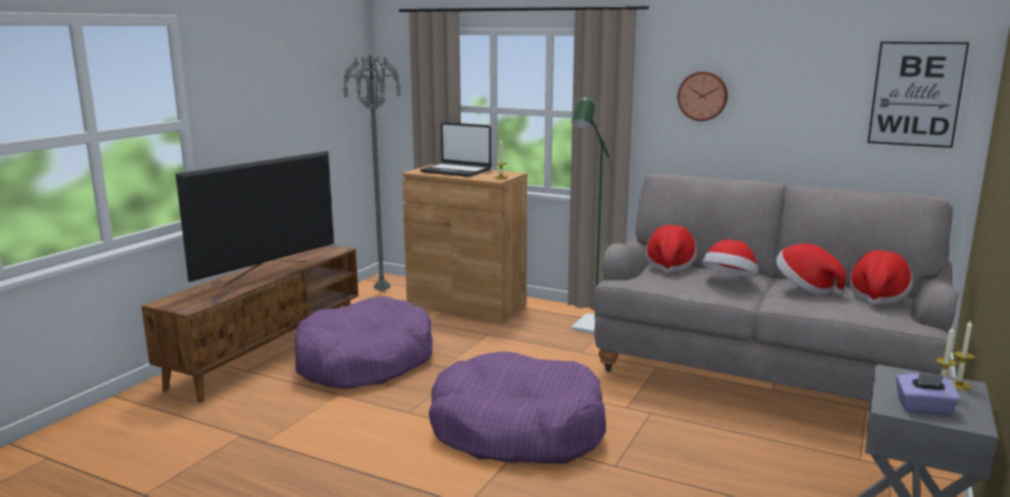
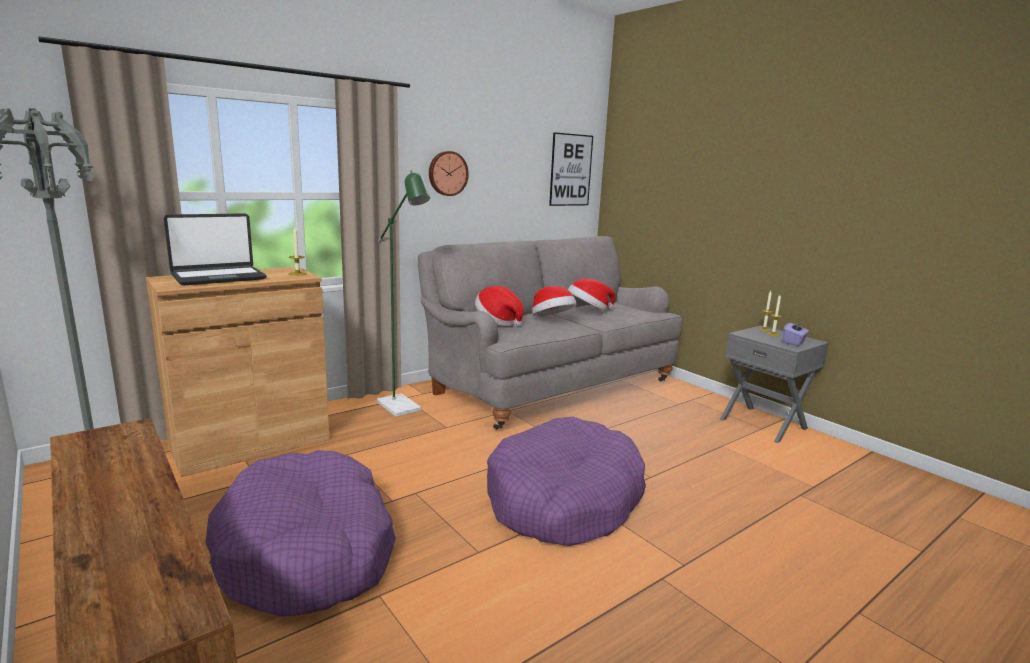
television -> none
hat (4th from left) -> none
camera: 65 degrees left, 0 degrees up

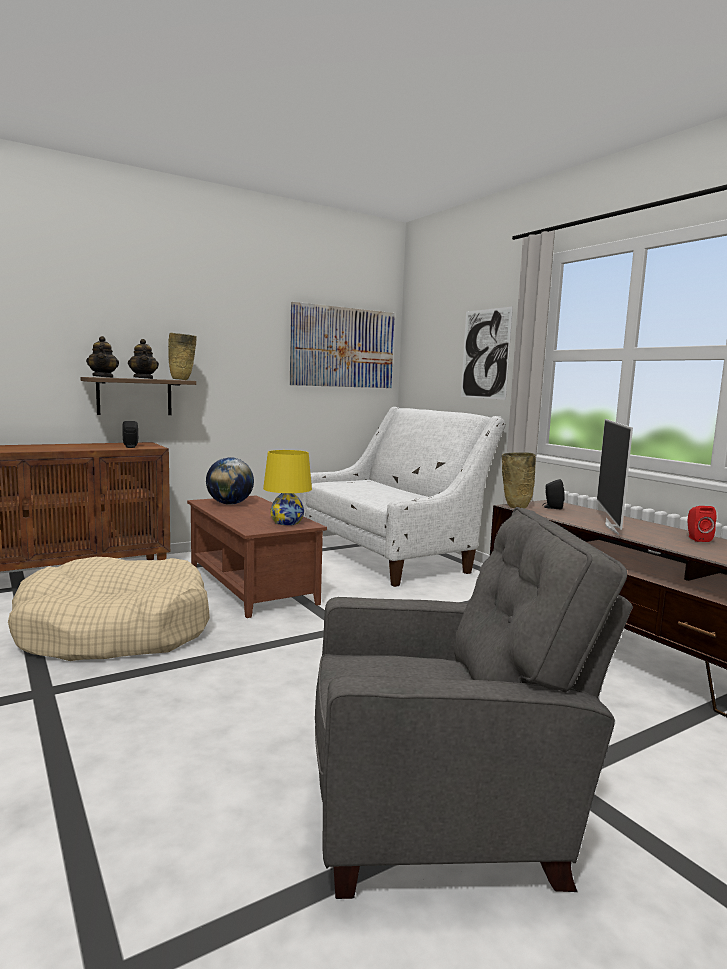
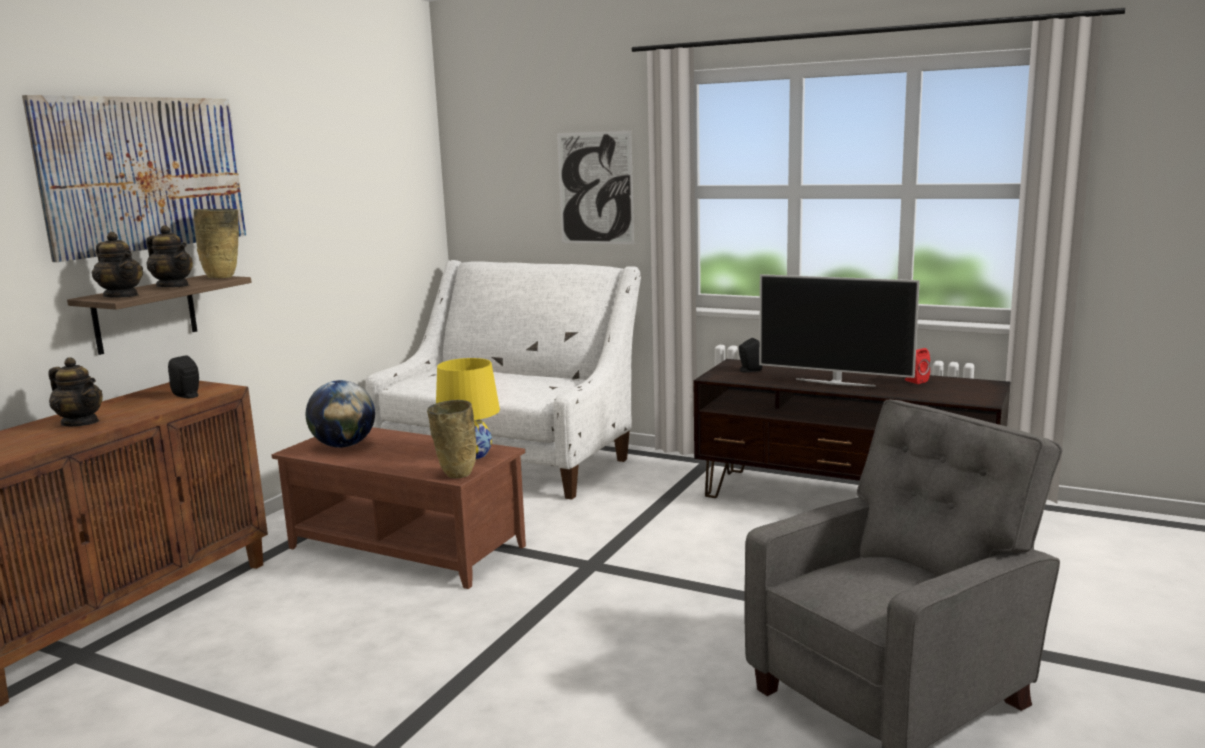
picture (1st from left), move
television, 45 degrees counterclockwise
vase/beige (2nd from left), move
dog bed/beige -> none
none -> teapot (1st from left)
camera: 30 degrees left, 5 degrees up

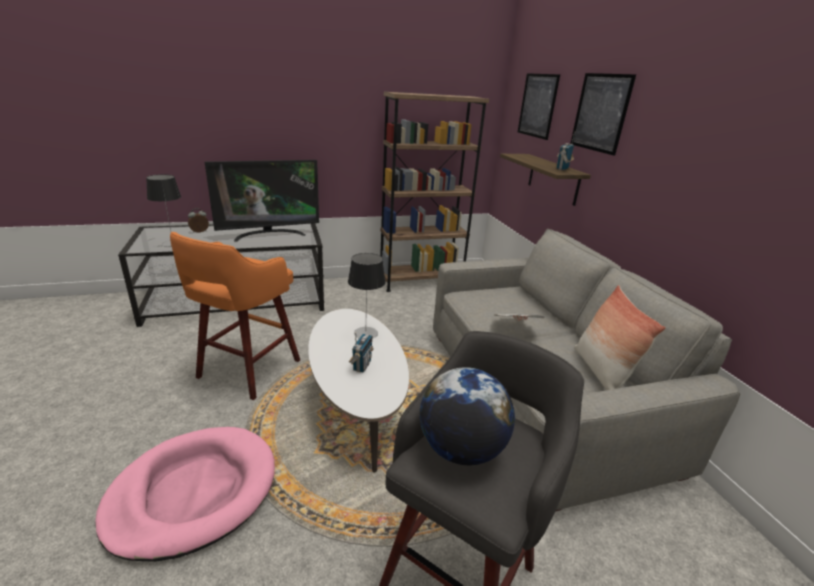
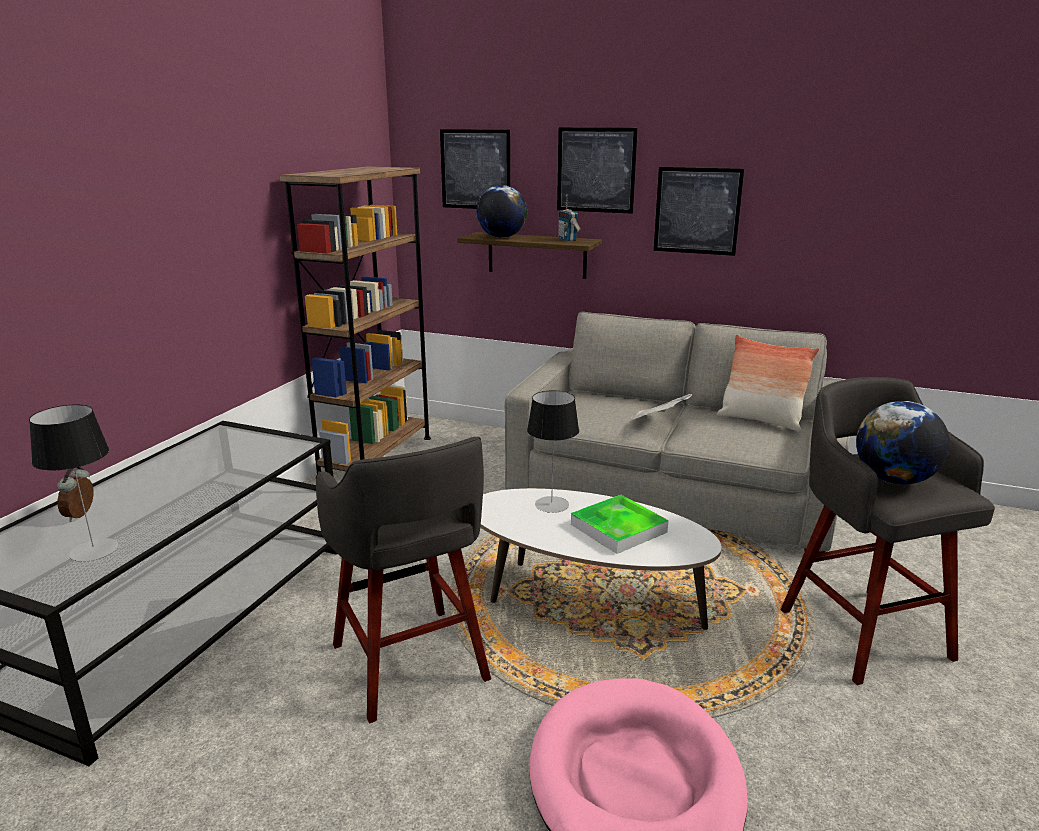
television -> none
stool/orange -> stool/grey (1st from left)
radio (1st from left) -> tray
none -> picture (3rd from left)
none -> globe (1st from left)
camera: 50 degrees left, 5 degrees down

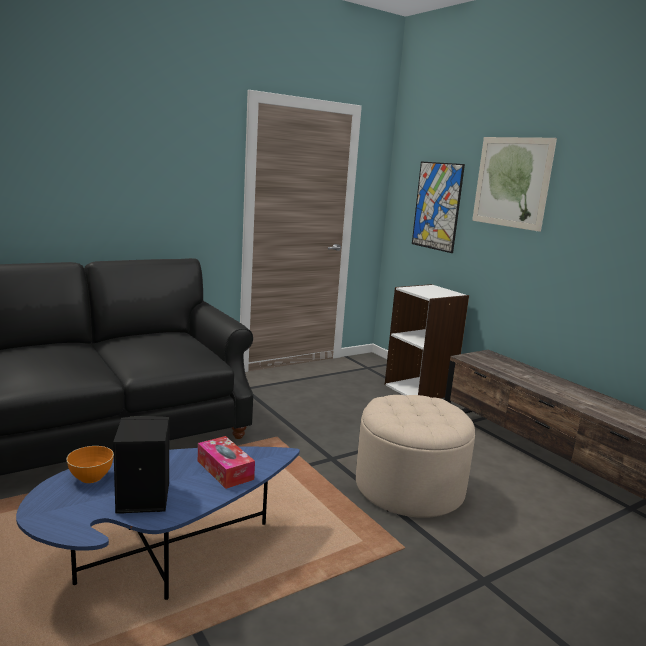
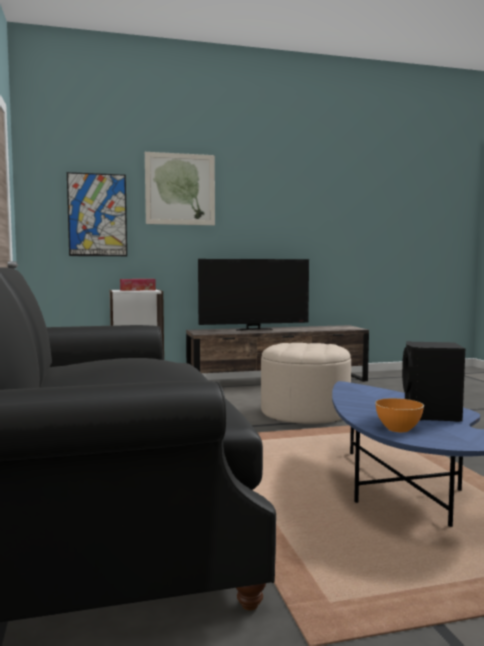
tissue box, move
none -> television
camera: 70 degrees left, 10 degrees down

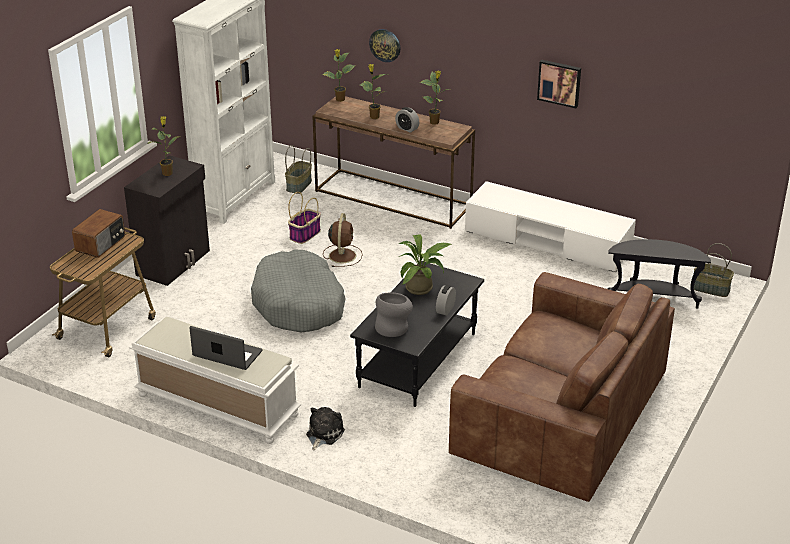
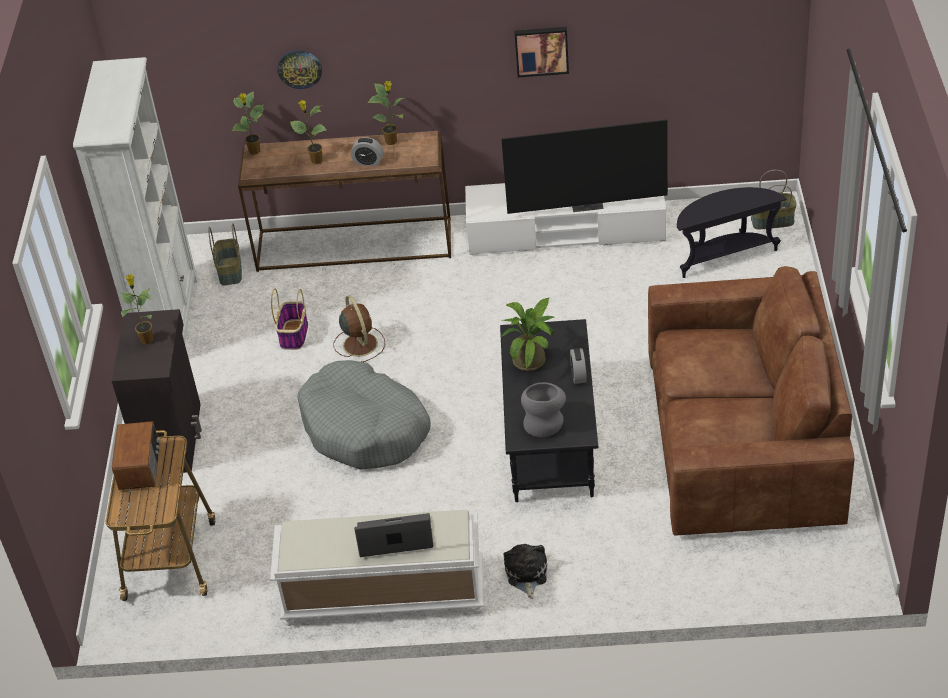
none -> television
camera: 25 degrees left, 10 degrees up

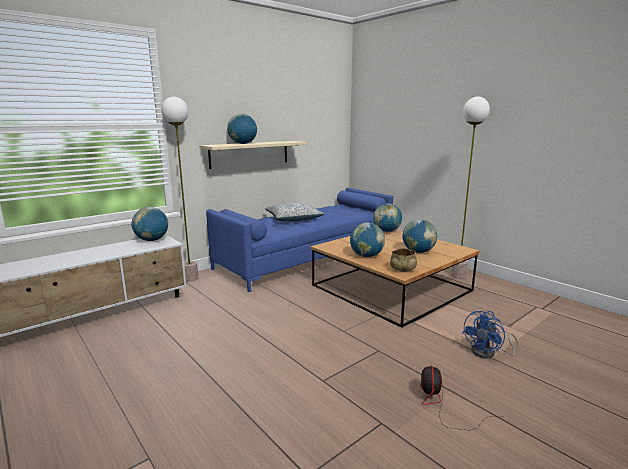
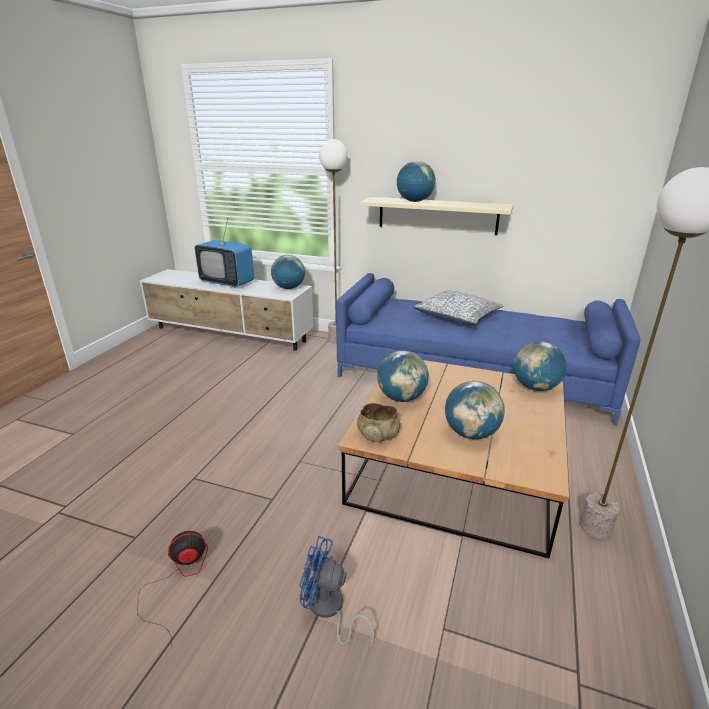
none -> television
camera: 60 degrees right, 10 degrees up

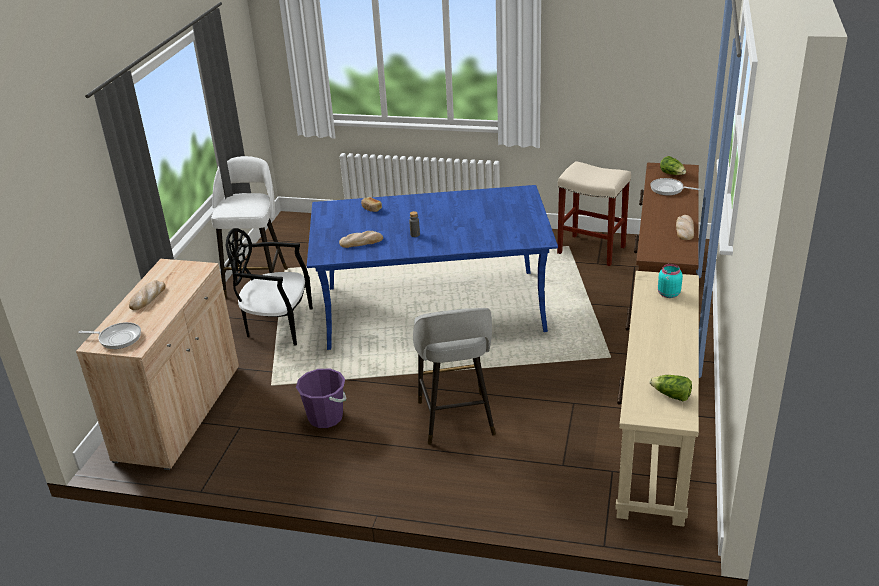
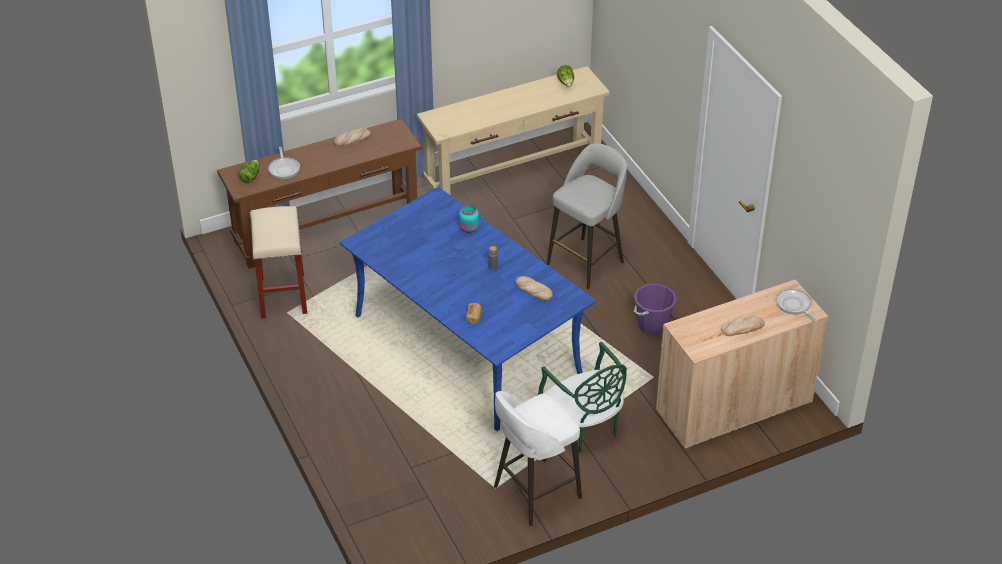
chair/black -> chair/green
jar/turquoise, move
camera: 130 degrees left, 10 degrees up

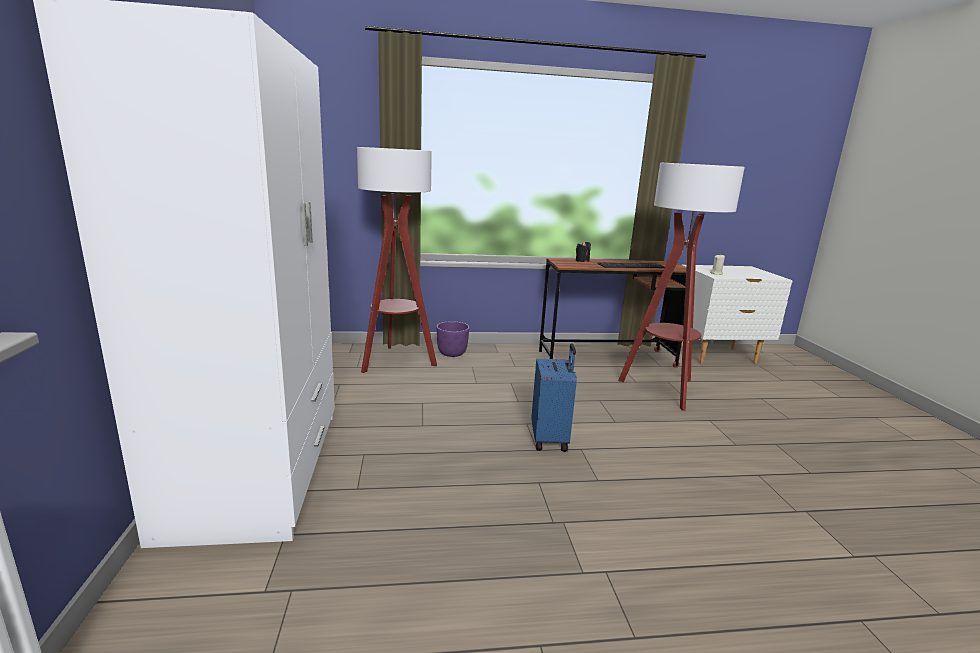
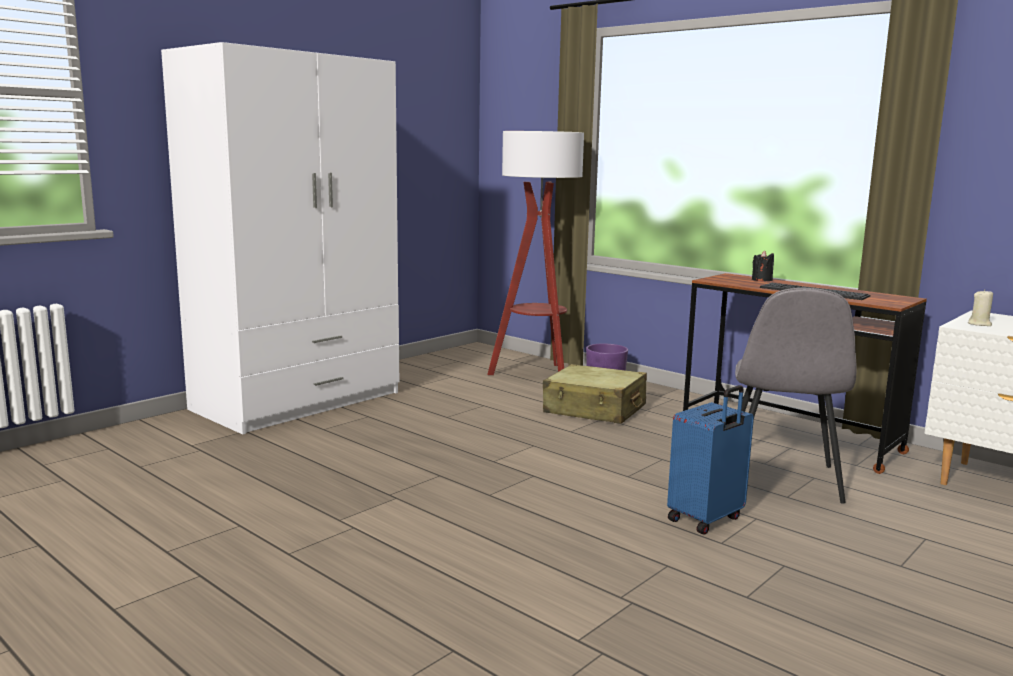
floor lamp (2nd from left) -> chair/grey
suitcase/blue, move
none -> suitcase/beige
camera: 50 degrees right, 5 degrees down

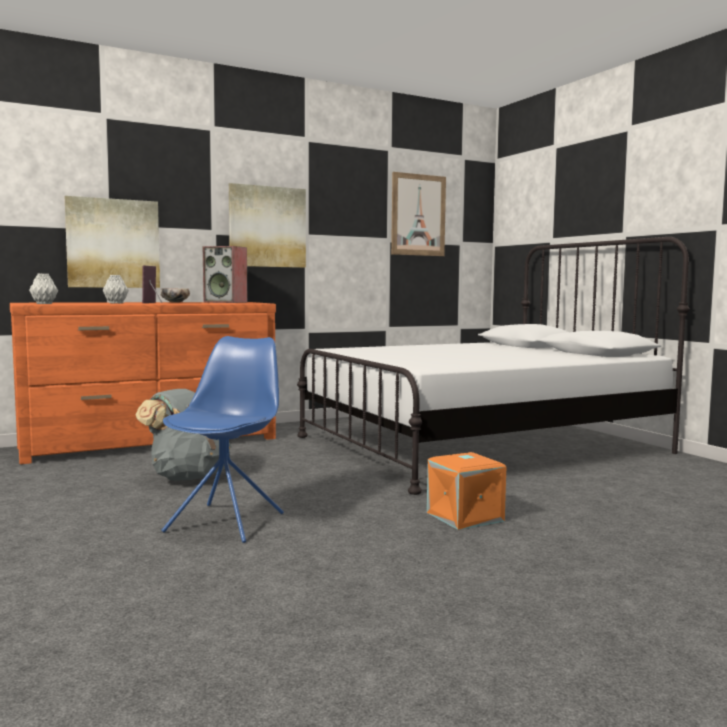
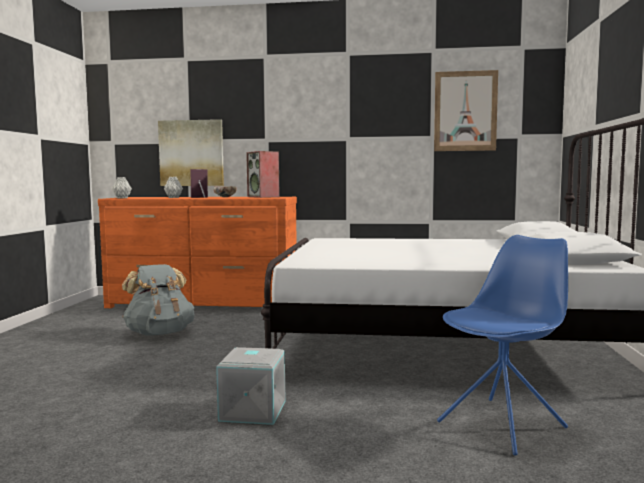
picture (2nd from left) -> none
chair/blue, move
storage box/orange -> storage box/grey
camera: 35 degrees right, 0 degrees up

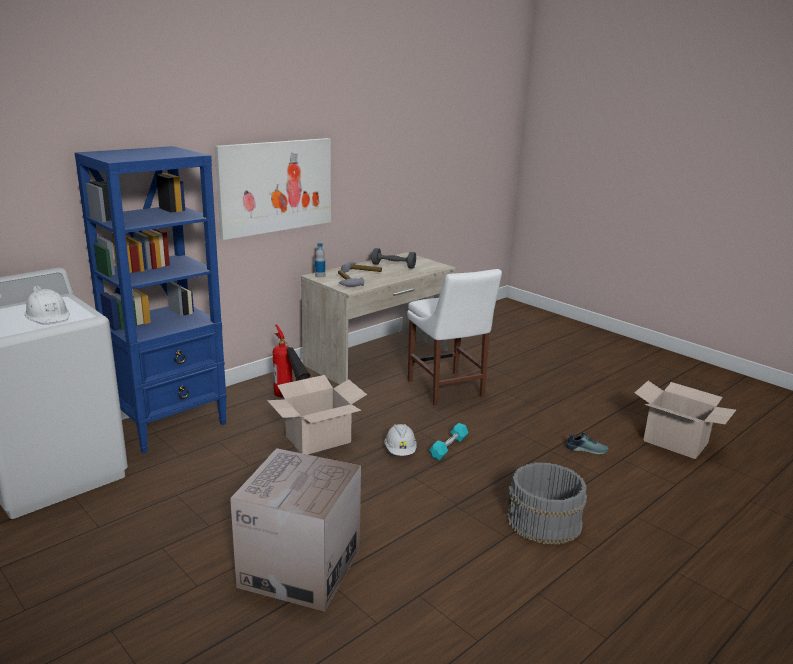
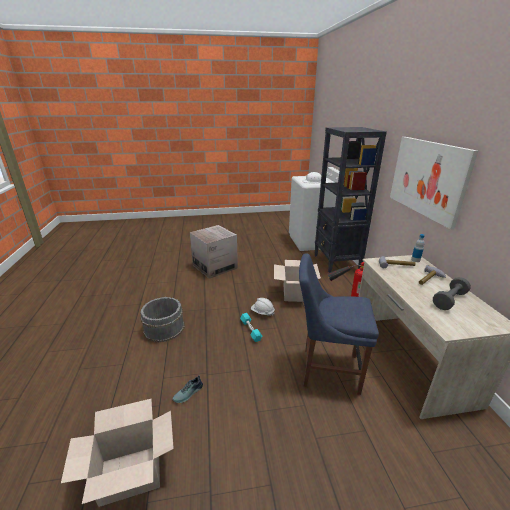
bookcase/blue -> bookcase/black
chair/white -> chair/blue
camera: 125 degrees right, 5 degrees up

